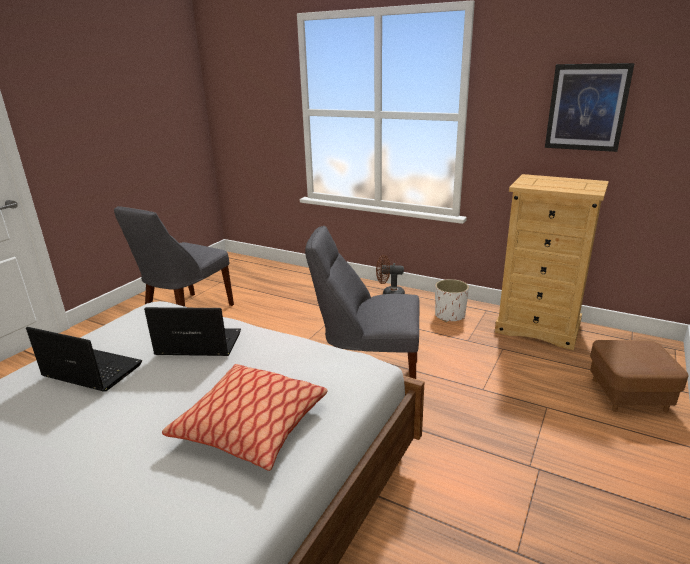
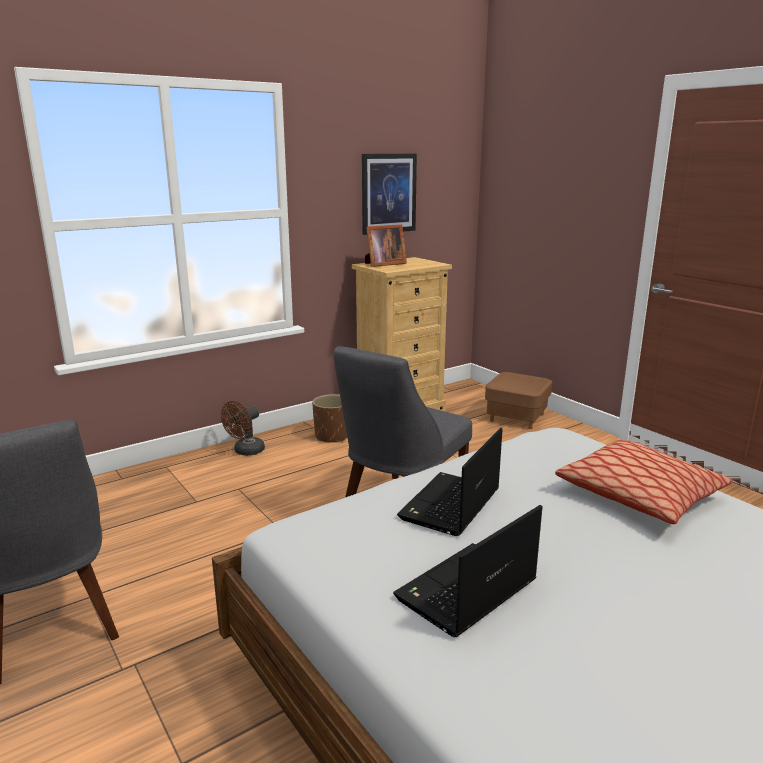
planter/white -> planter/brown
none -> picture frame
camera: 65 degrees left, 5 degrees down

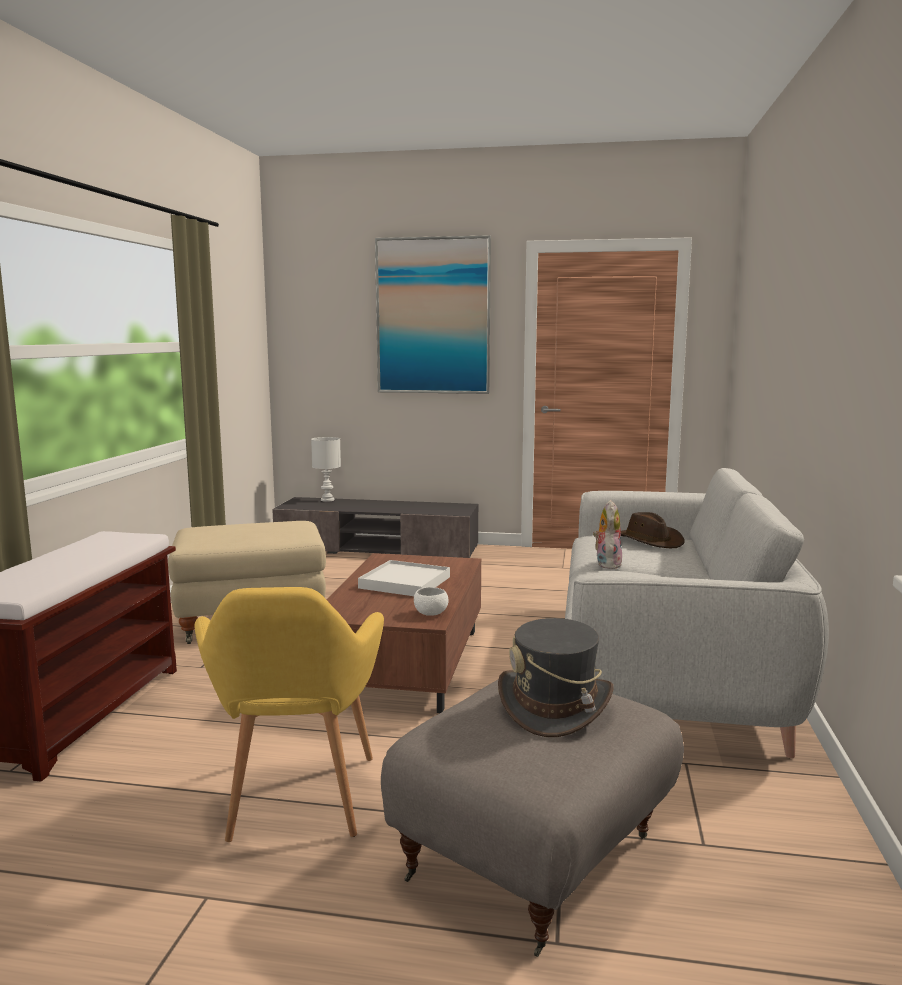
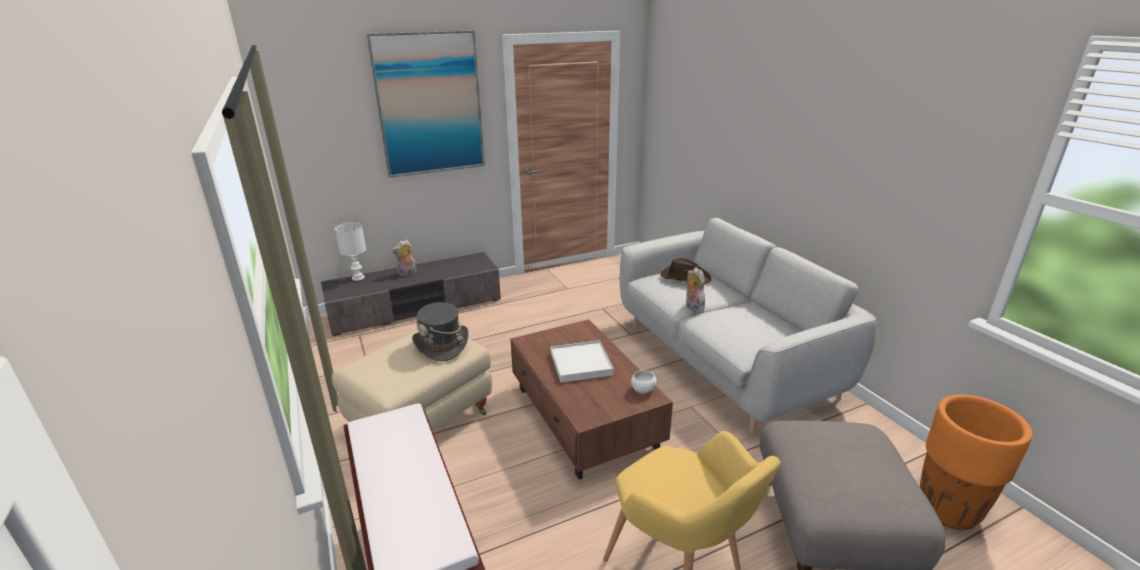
hat/grey, move
none -> plush toy (1st from left)
none -> planter/orange
camera: 35 degrees left, 15 degrees up

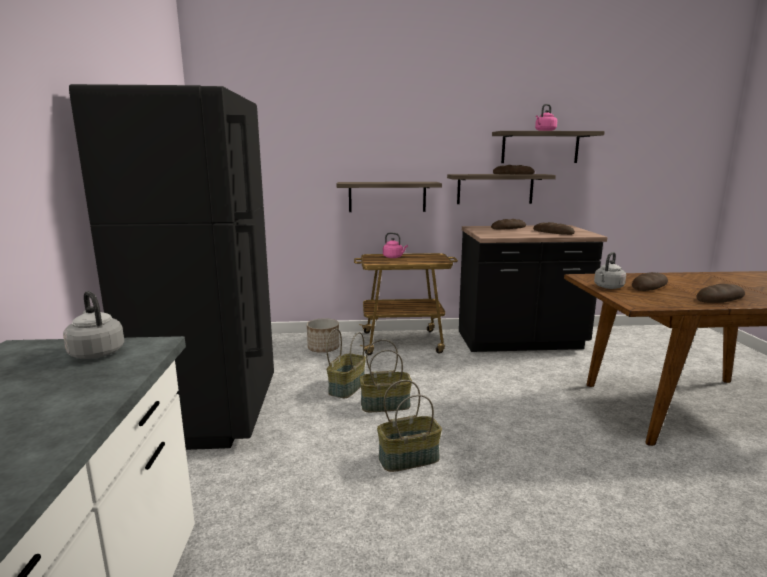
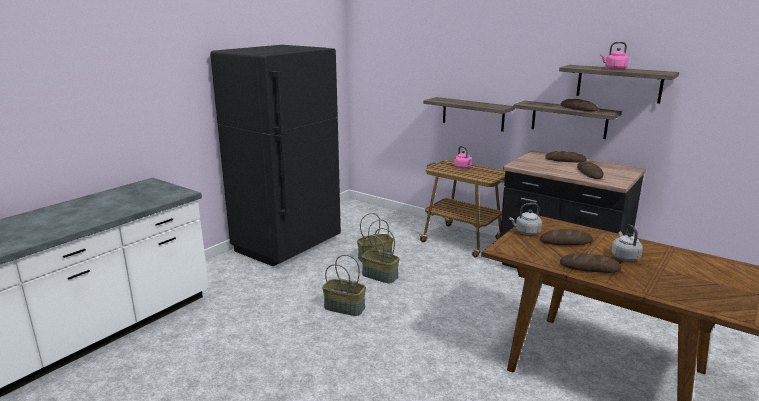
kettle/grey (1st from left in the first image) -> kettle/grey (2nd from left), move
planter -> none
camera: 40 degrees right, 5 degrees up

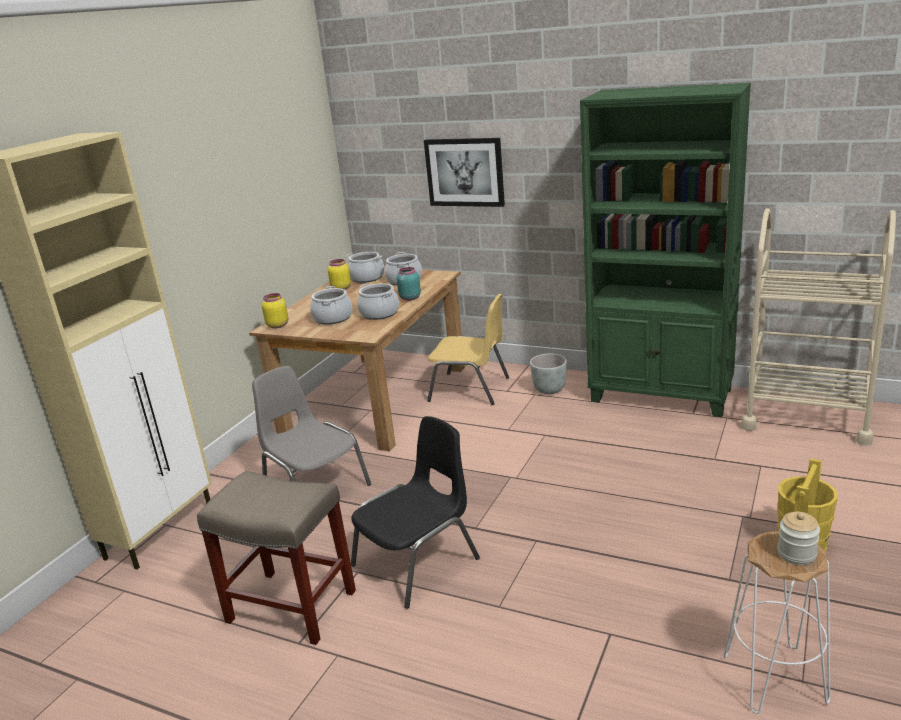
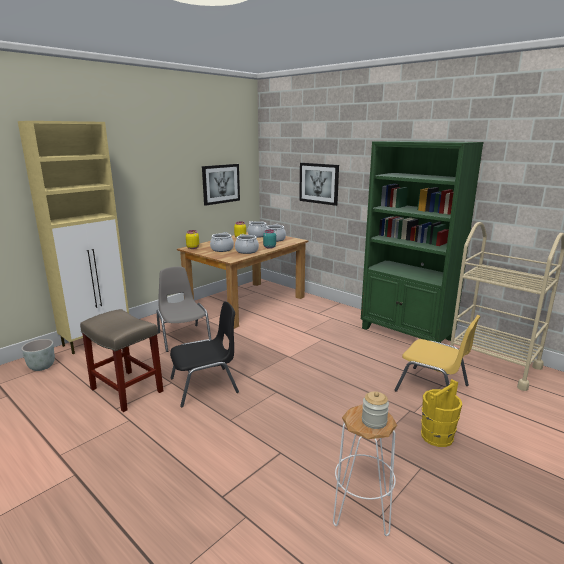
chair/yellow, move
planter/grey, move
none -> picture (1st from left)
camera: 15 degrees right, 5 degrees down

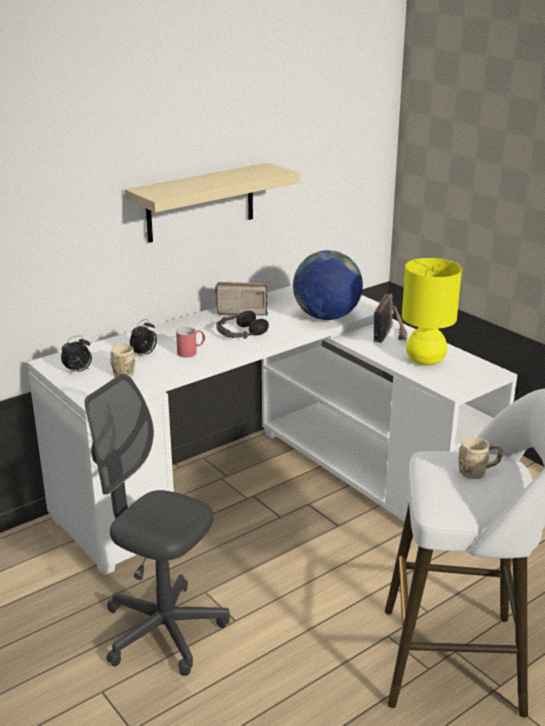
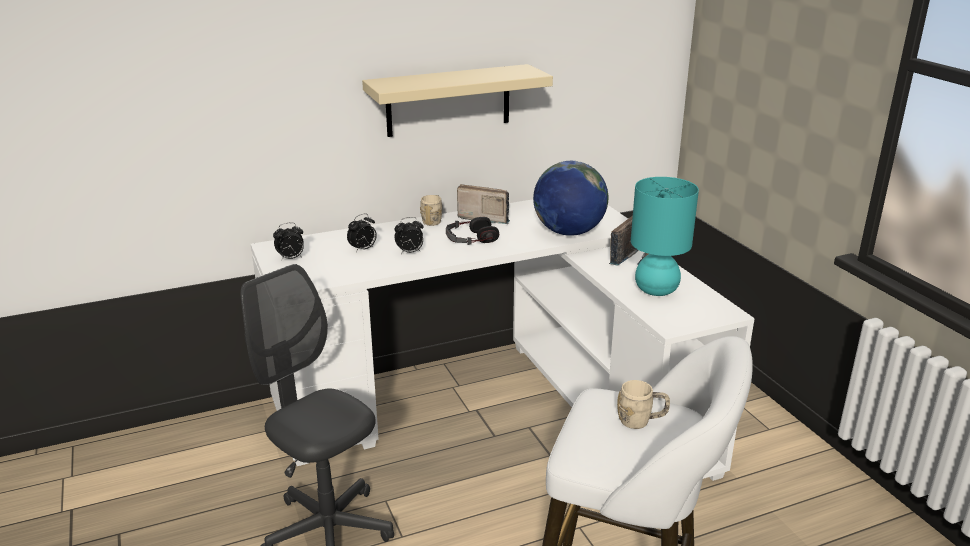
table lamp/yellow -> table lamp/turquoise
mug/red -> alarm clock (3rd from left)
mug/beige (1st from left), move
camera: 15 degrees right, 0 degrees up

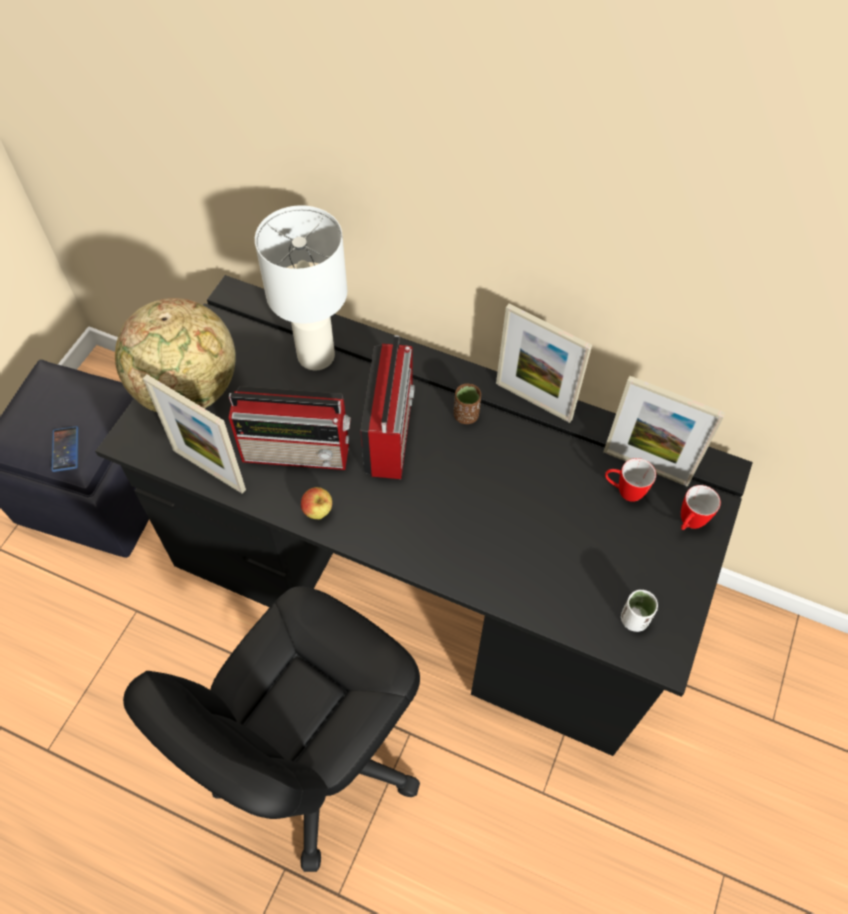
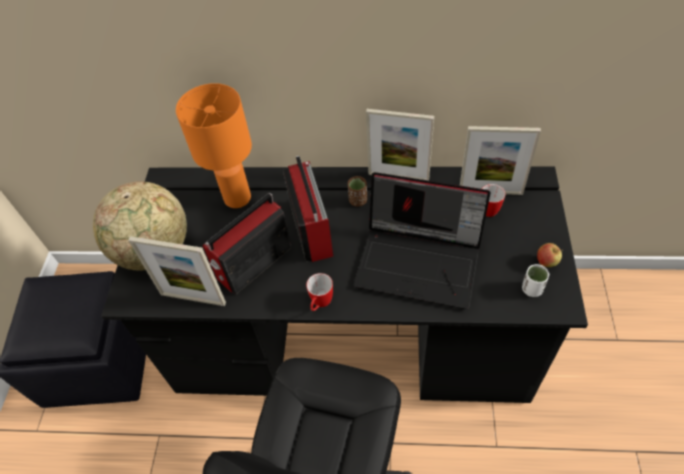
table lamp/white -> table lamp/orange
radio (1st from left), 150 degrees clockwise
phone -> none
mug (2nd from left in the first image) -> mug (1st from left), move
apple, move
none -> laptop
camera: 15 degrees left, 5 degrees down

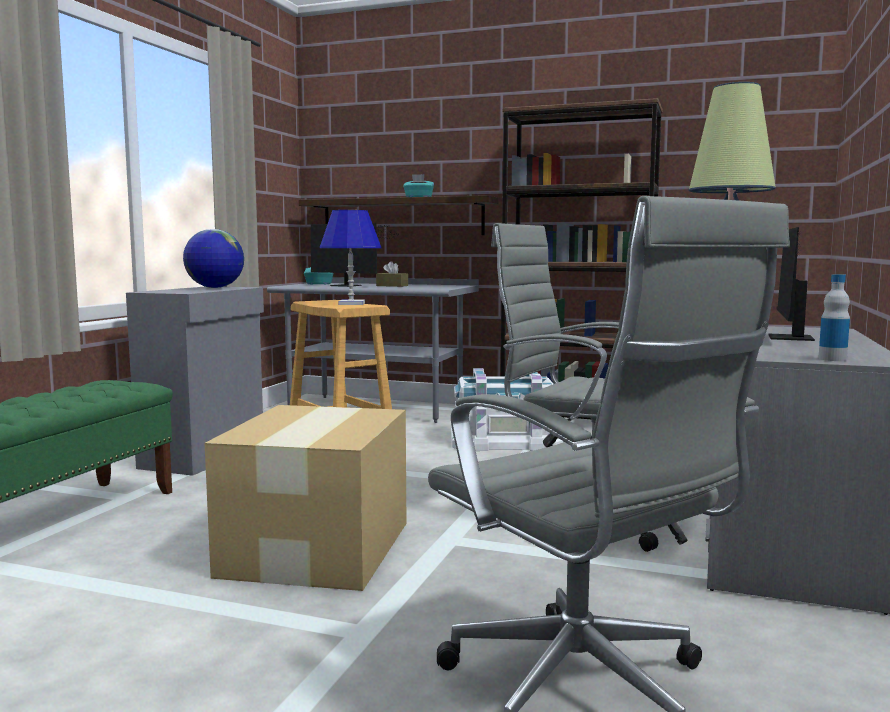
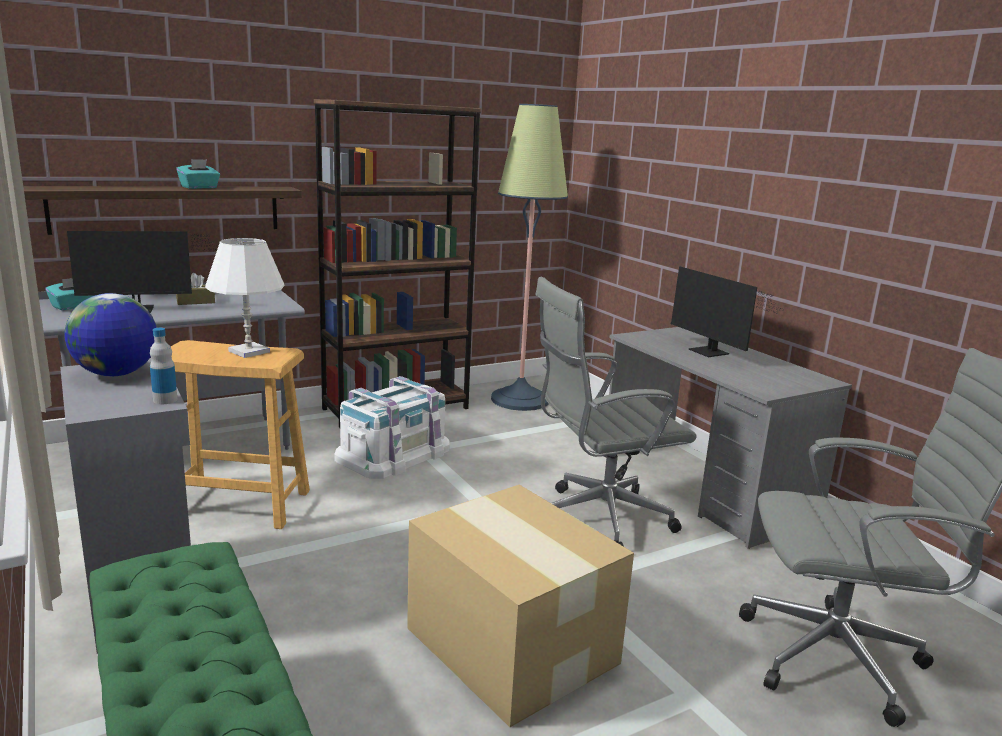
table lamp/blue -> table lamp/white
bottle, move
camera: 50 degrees left, 10 degrees up

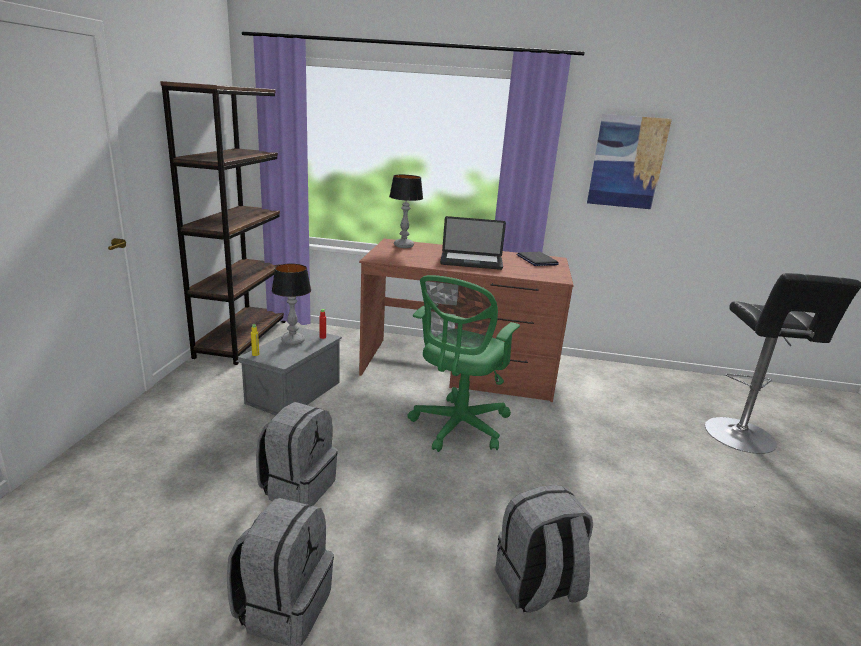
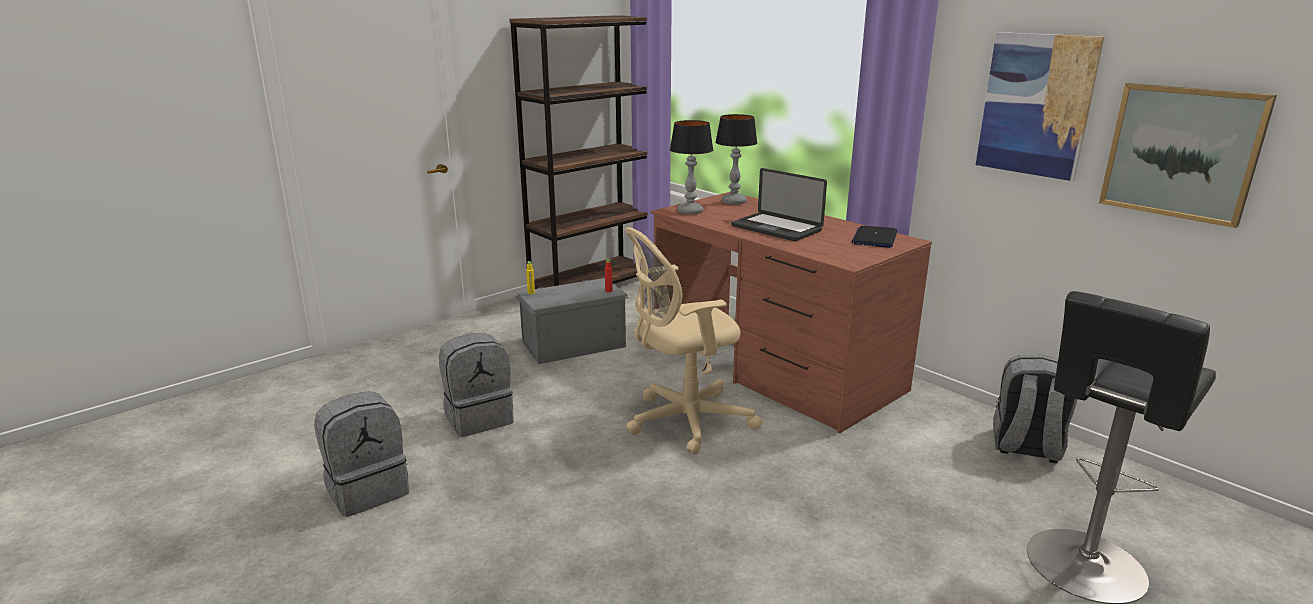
table lamp (1st from left), move
office chair/green -> office chair/beige
backpack/grey (3rd from left), move
none -> picture (2nd from left)
camera: 40 degrees right, 0 degrees up

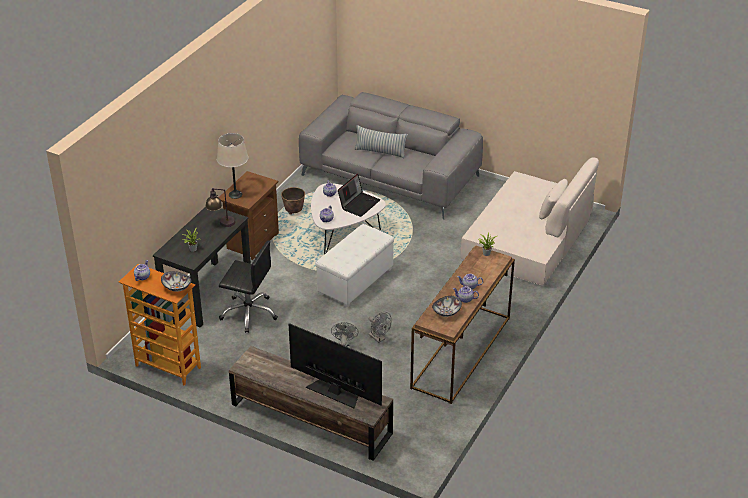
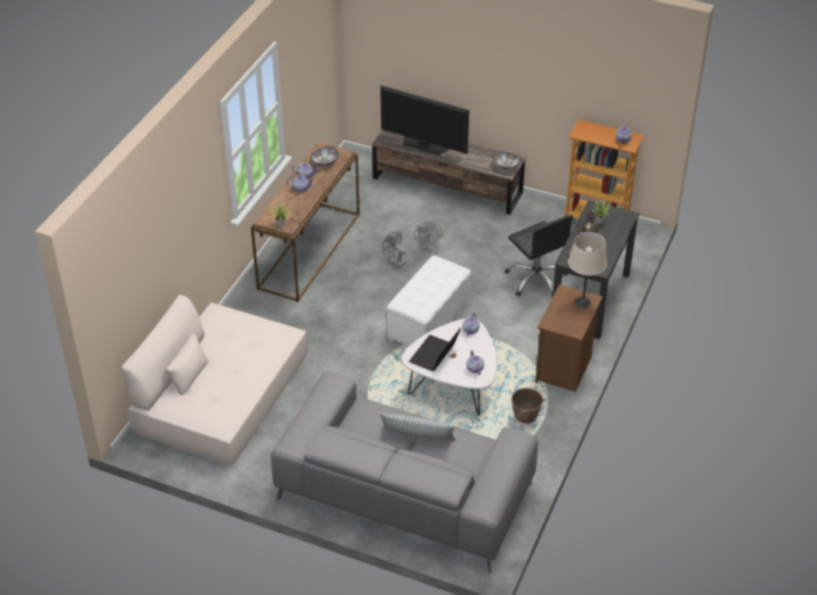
office chair/black, 135 degrees counterclockwise
bowl (1st from left in the first image) -> bowl (2nd from left), move
camera: 175 degrees right, 5 degrees up

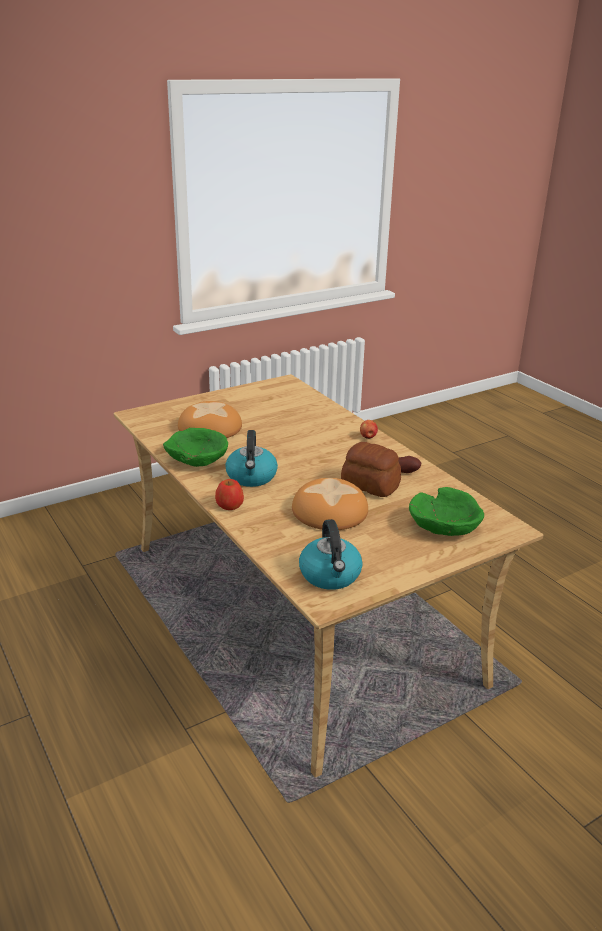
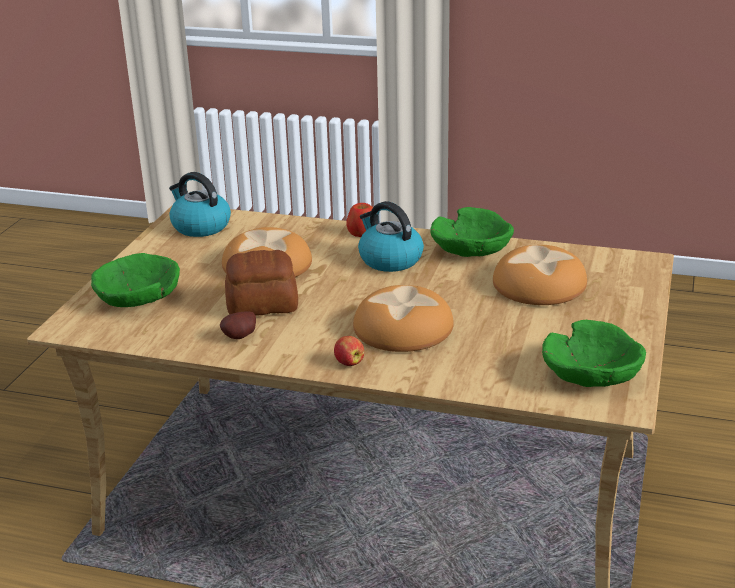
none -> bread (3rd from left)
none -> bowl/green (3rd from left)
camera: 140 degrees right, 0 degrees up

